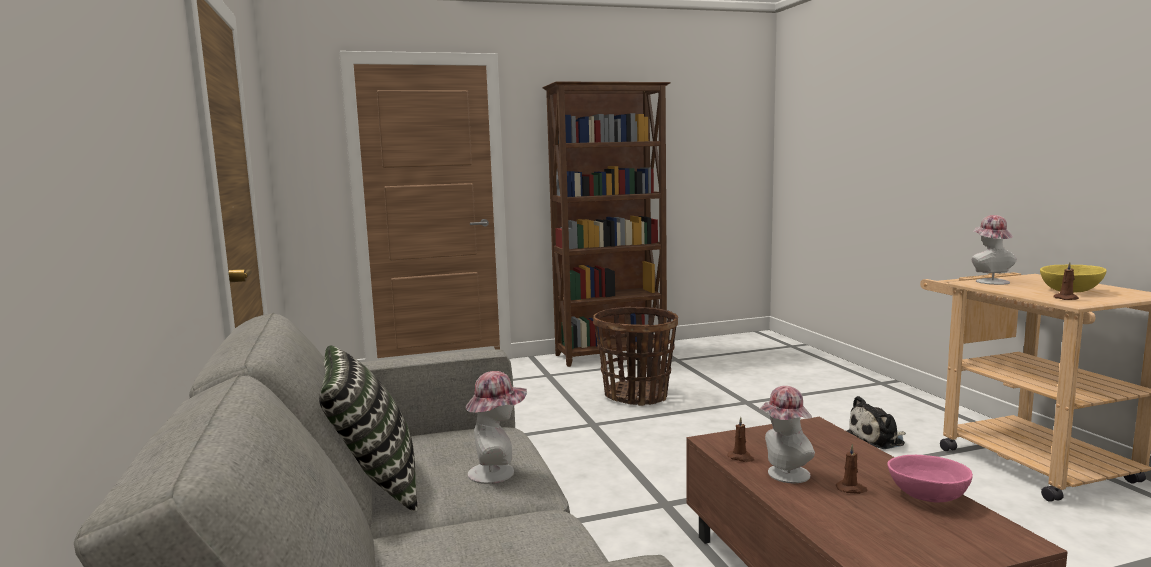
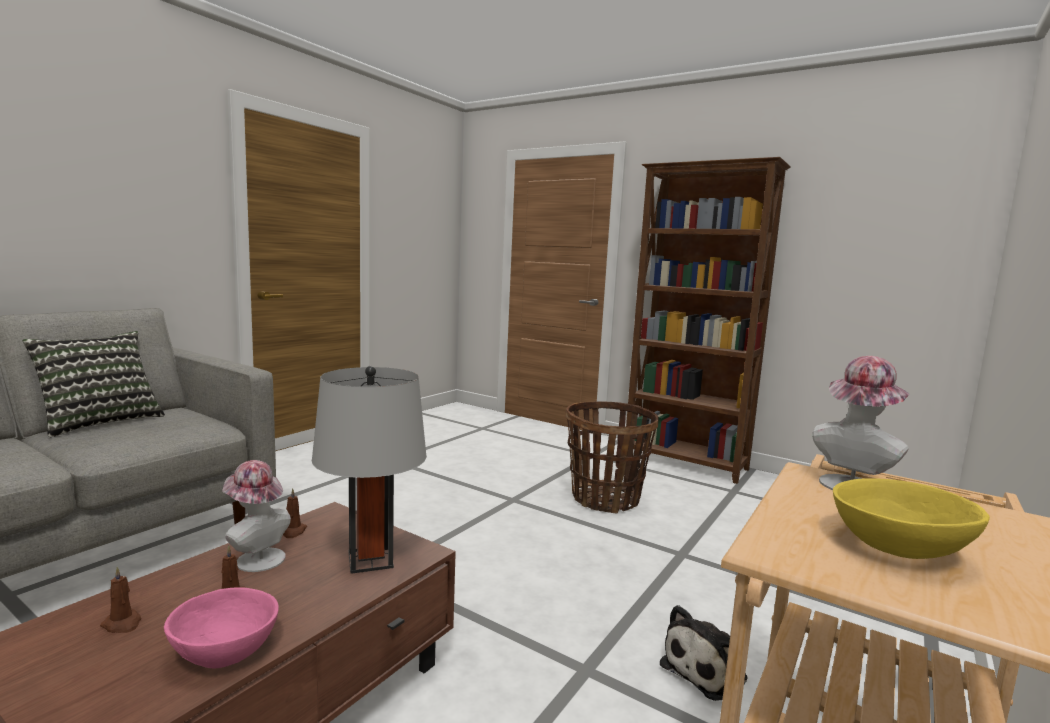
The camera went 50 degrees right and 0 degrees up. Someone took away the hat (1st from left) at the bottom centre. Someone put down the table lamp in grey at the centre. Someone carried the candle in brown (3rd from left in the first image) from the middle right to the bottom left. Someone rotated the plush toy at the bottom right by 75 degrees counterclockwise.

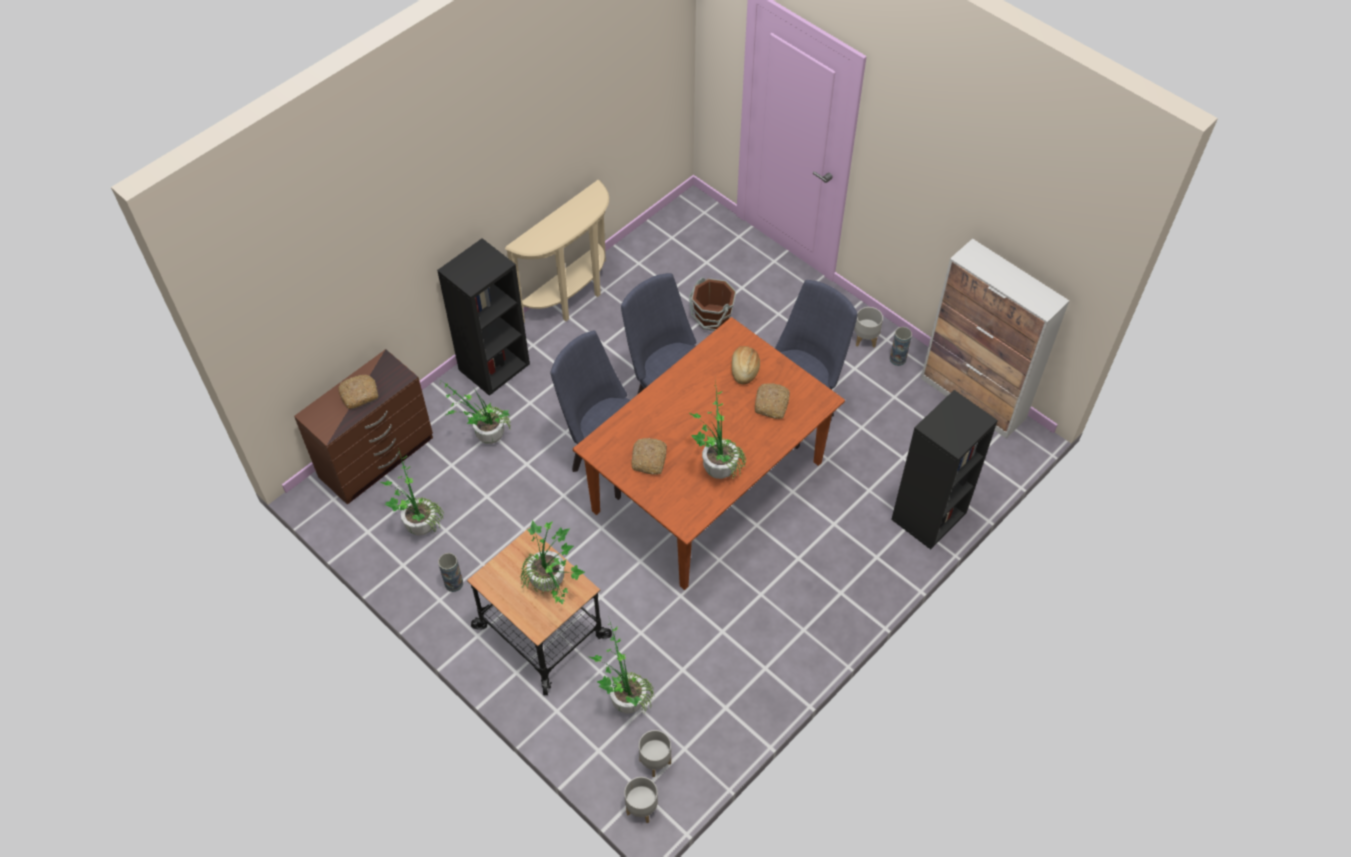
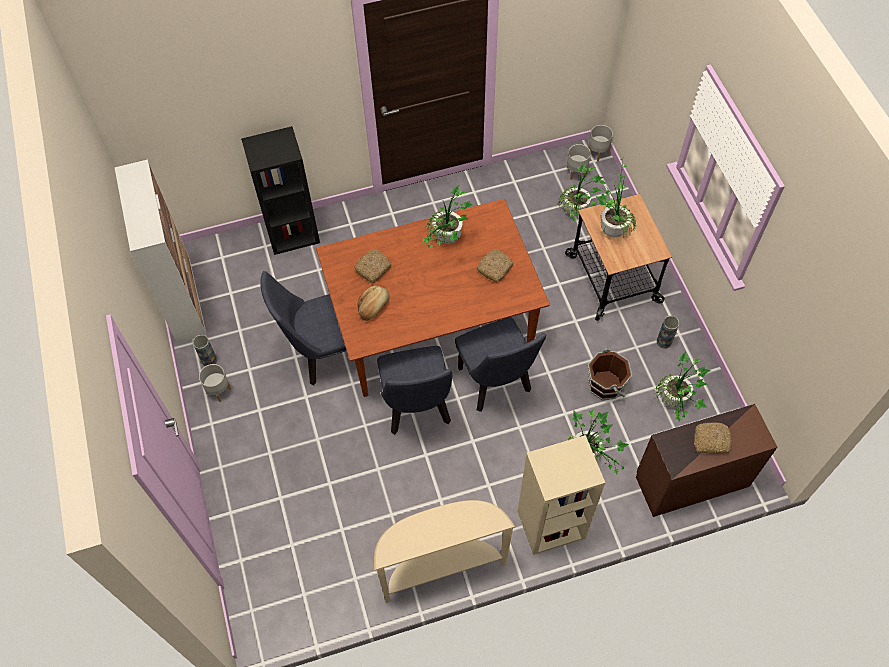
The camera went 150 degrees left and 5 degrees up. Someone carried the bucket in brown from the centre to the middle right. Someone repainted the bookcase in black (1st from left) at the centre, which became the bookcase in beige at the bottom centre.

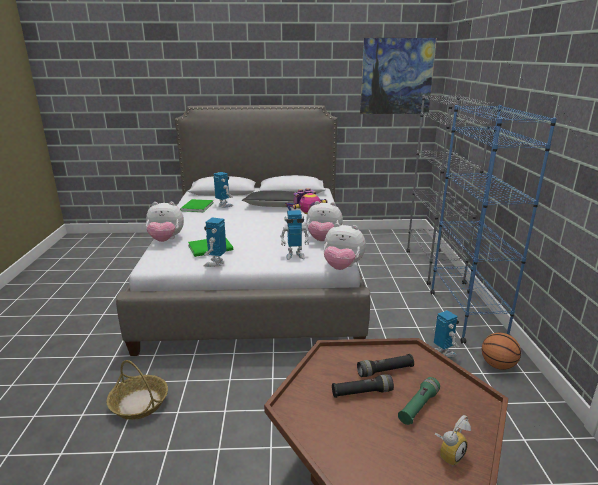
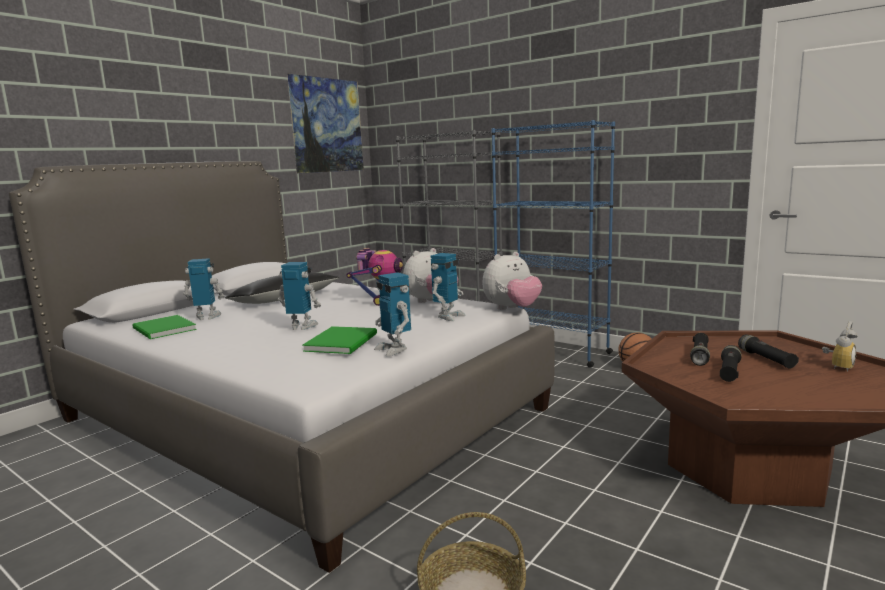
The camera went 50 degrees left and 10 degrees down. Someone took away the plush toy (1st from left) at the middle left. Someone carried the toy robot (5th from left in the first image) from the bottom right to the centre. Someone repainted the flashlight in green at the bottom right, which became the flashlight in black (3rd from left) at the middle right. Someone rotated the alarm clock at the bottom right by 45 degrees clockwise.

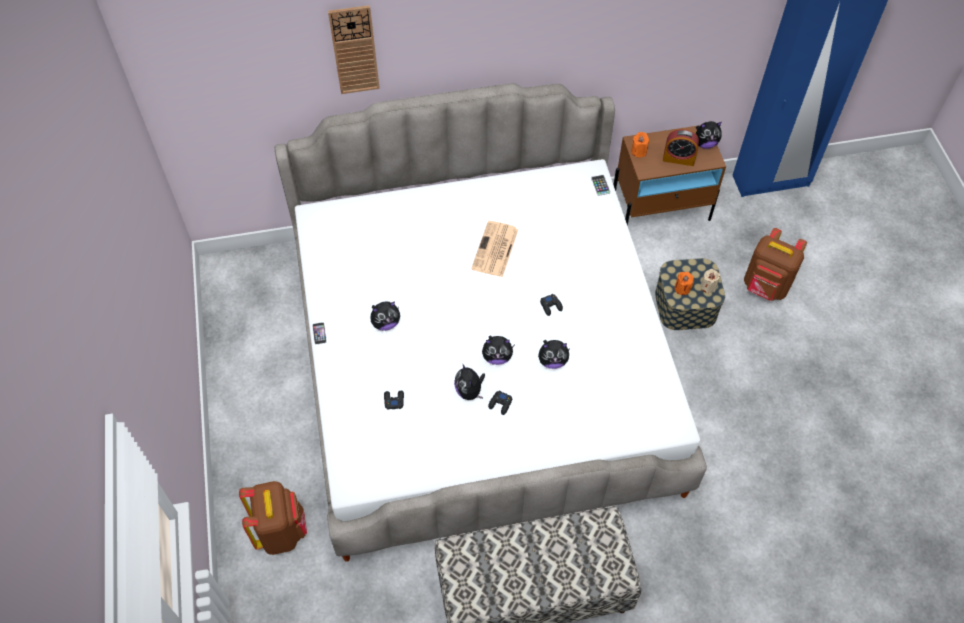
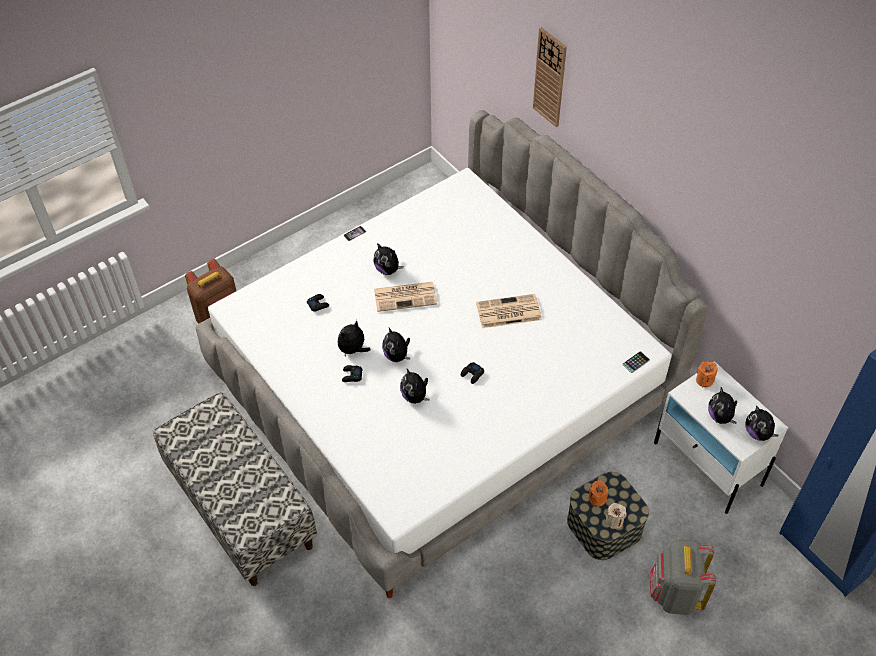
The camera went 65 degrees right and 5 degrees down. Someone put down the newspaper (1st from left) at the centre. Someone swapped the alarm clock at the top right for the plush toy (5th from left) at the middle right. Someone repainted the nightstand in brown at the top right, which became the nightstand in white at the middle right. Someone repainted the backpack in brown (2nd from left) at the middle right, which became the backpack in grey at the bottom right.

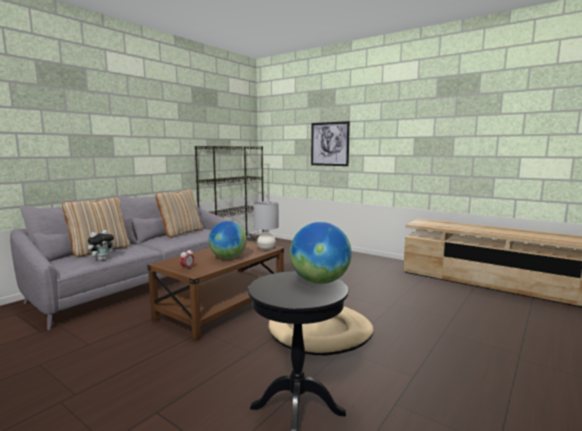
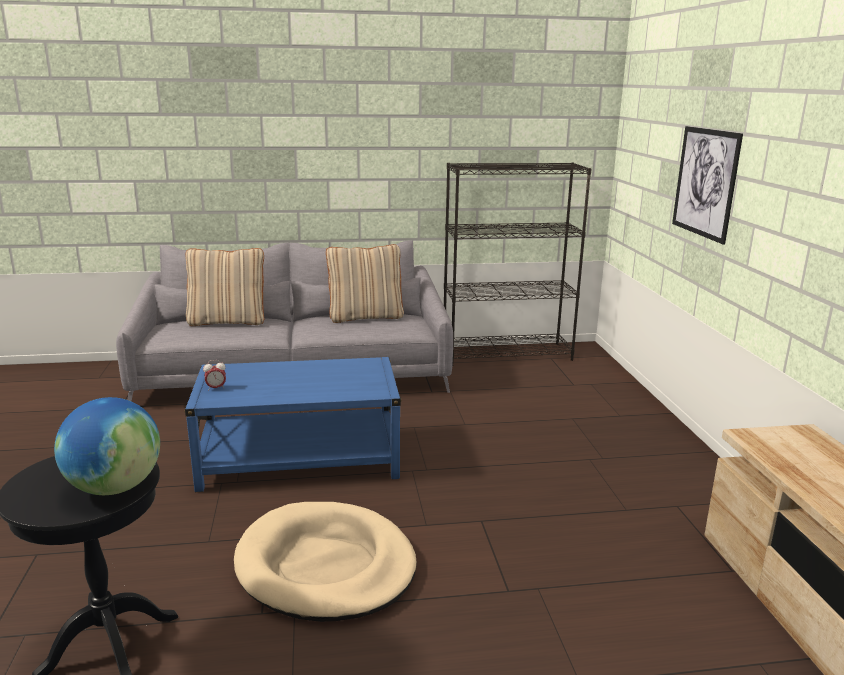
The camera went 45 degrees right and 10 degrees up. Someone took away the plush toy at the middle left. Someone took away the globe (1st from left) at the centre. Someone took away the table lamp in grey at the centre. Someone repainted the coffee table in brown at the bottom centre, which became the coffee table in blue at the centre.

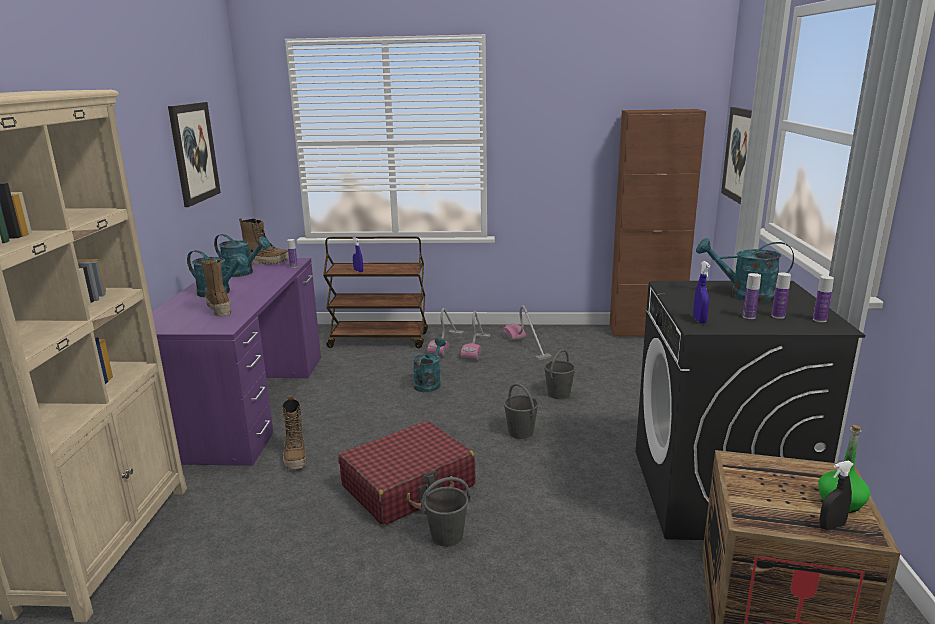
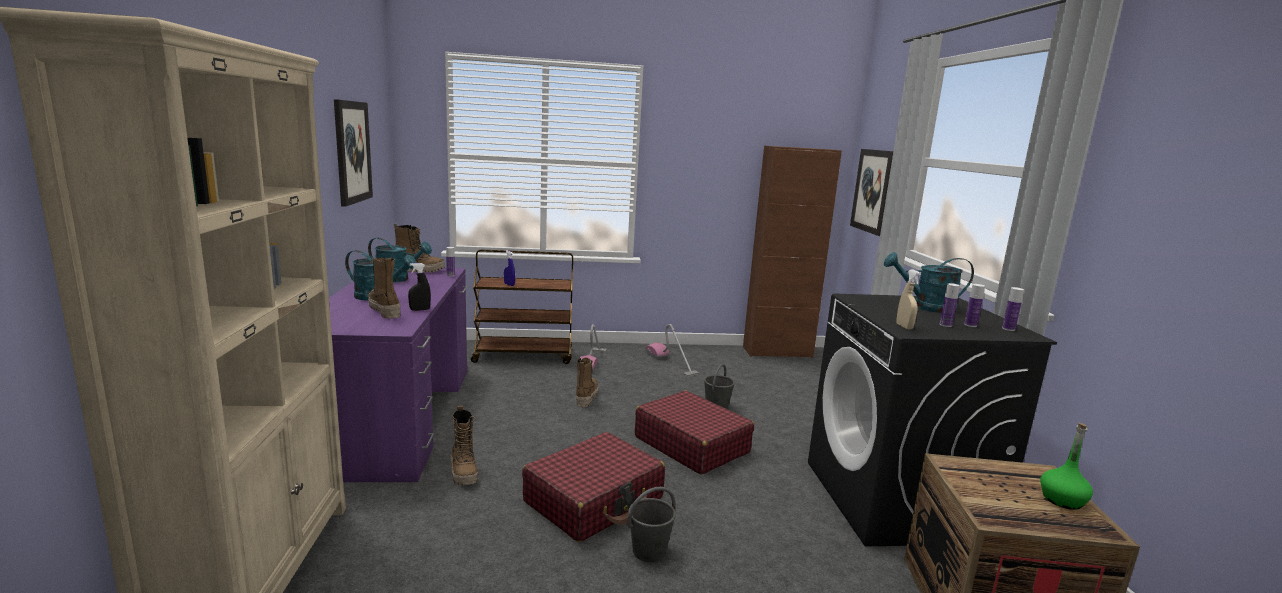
The camera went 10 degrees left and 5 degrees down. Someone took away the vacuum cleaner (2nd from left) at the centre. Someone carried the spray bottle in black from the bottom right to the middle left. Someone swapped the watering can in turquoise (3rd from left) at the centre for the boot (4th from left) at the centre. Someone swapped the bucket in grey (2nd from left) at the centre for the suitcase in red (2nd from left) at the bottom centre. Someone repainted the spray bottle in blue (2nd from left) at the middle right, which became the spray bottle in beige at the middle right.

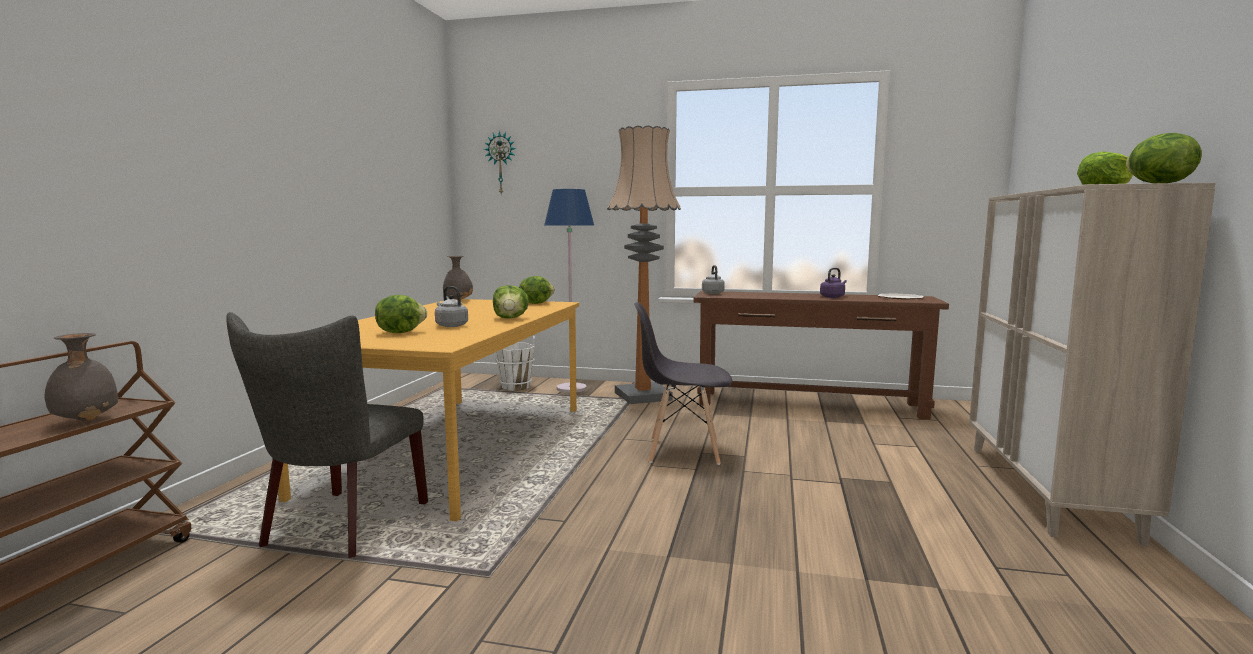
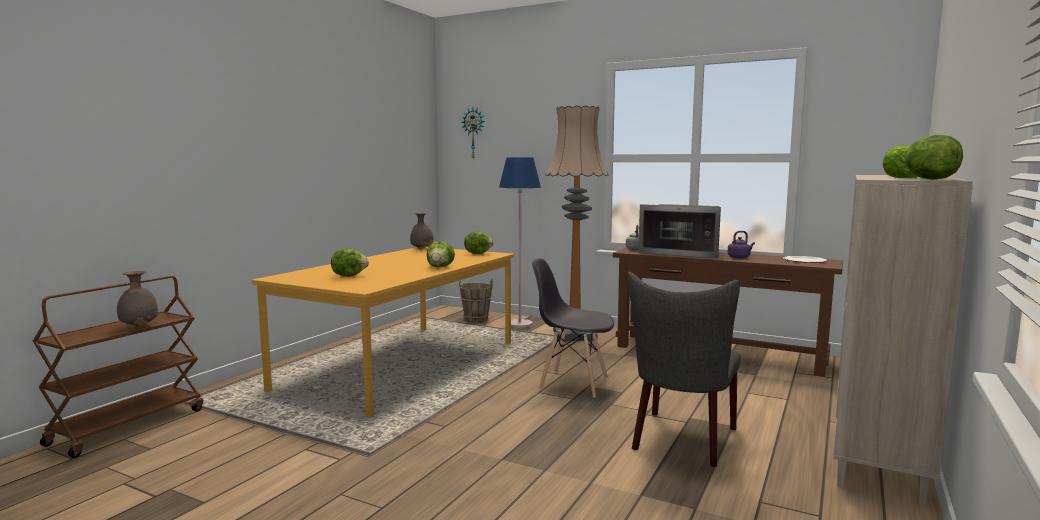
The camera went 15 degrees right and 0 degrees up. Someone took away the kettle in grey (1st from left) at the centre. Someone put down the microwave at the centre. Someone carried the chair in grey (1st from left in the first image) from the middle left to the bottom centre. Someone repainted the bucket in white at the centre, which became the bucket in brown at the centre.

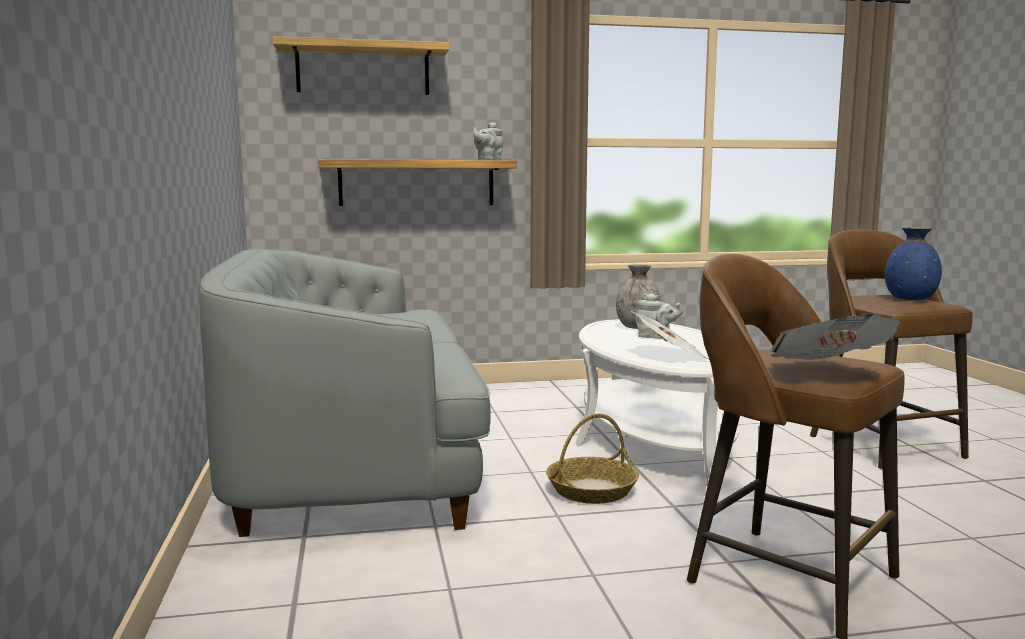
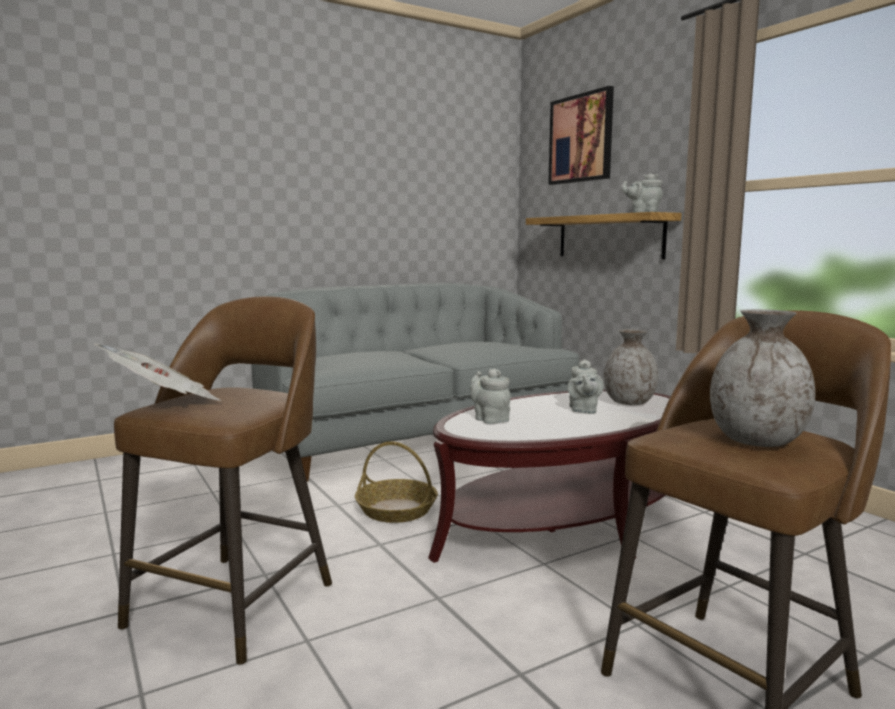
The camera went 70 degrees right and 0 degrees up. Someone swapped the shelf (1st from left) at the top centre for the picture at the top centre. Someone swapped the newspaper (1st from left) at the centre for the teapot in grey (1st from left) at the centre. Someone repainted the coffee table in white at the centre, which became the coffee table in brown at the bottom centre. Someone repainted the vase in blue at the middle right, which became the vase in grey (2nd from left) at the middle right.

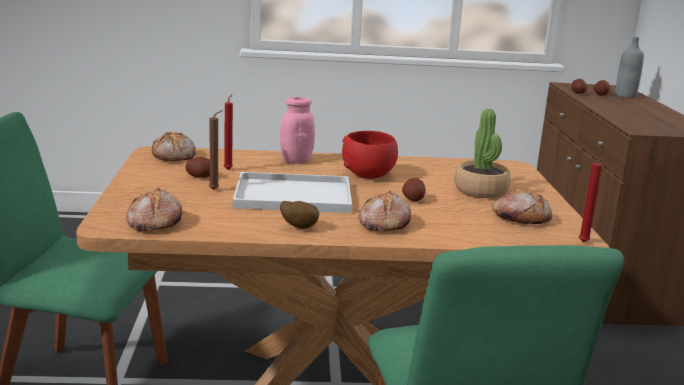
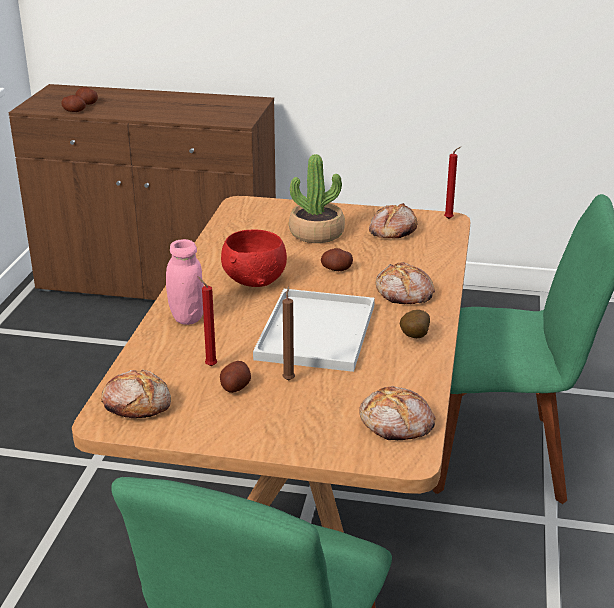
The camera went 75 degrees left and 10 degrees up. Someone took away the bottle in grey at the top right.

